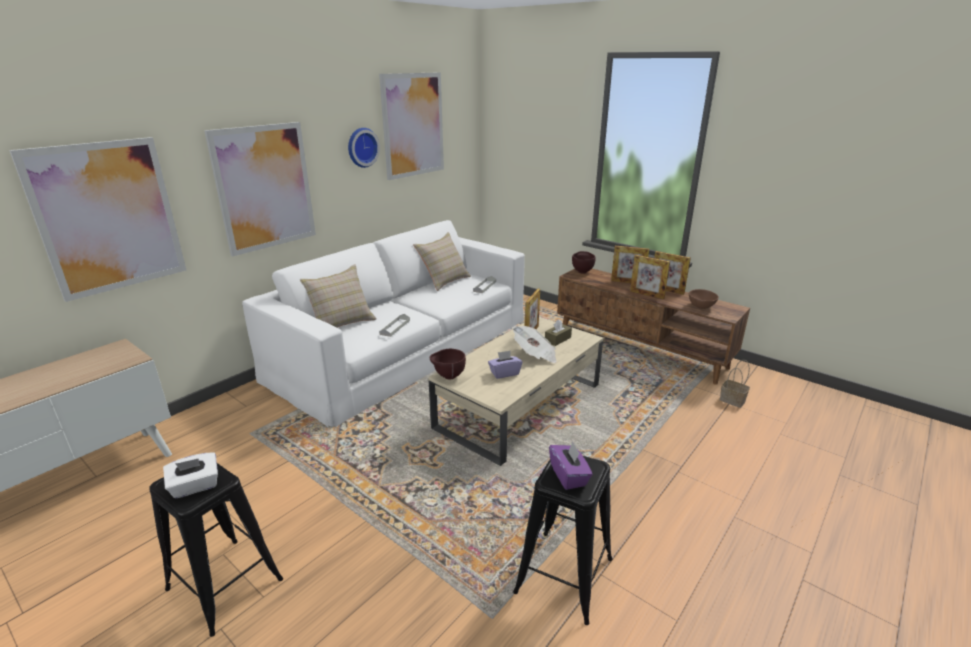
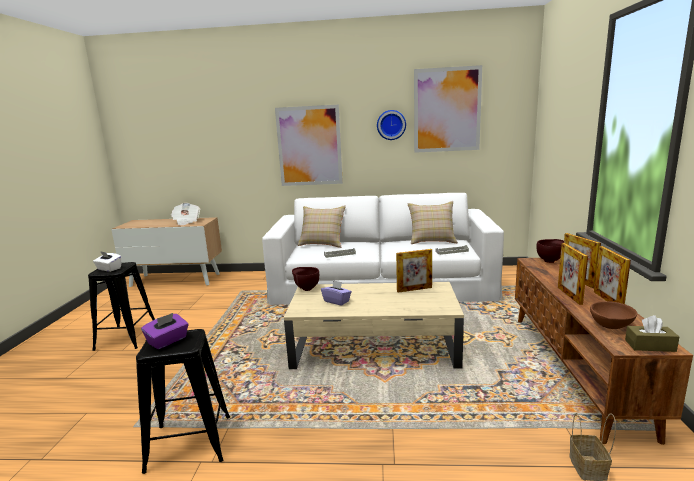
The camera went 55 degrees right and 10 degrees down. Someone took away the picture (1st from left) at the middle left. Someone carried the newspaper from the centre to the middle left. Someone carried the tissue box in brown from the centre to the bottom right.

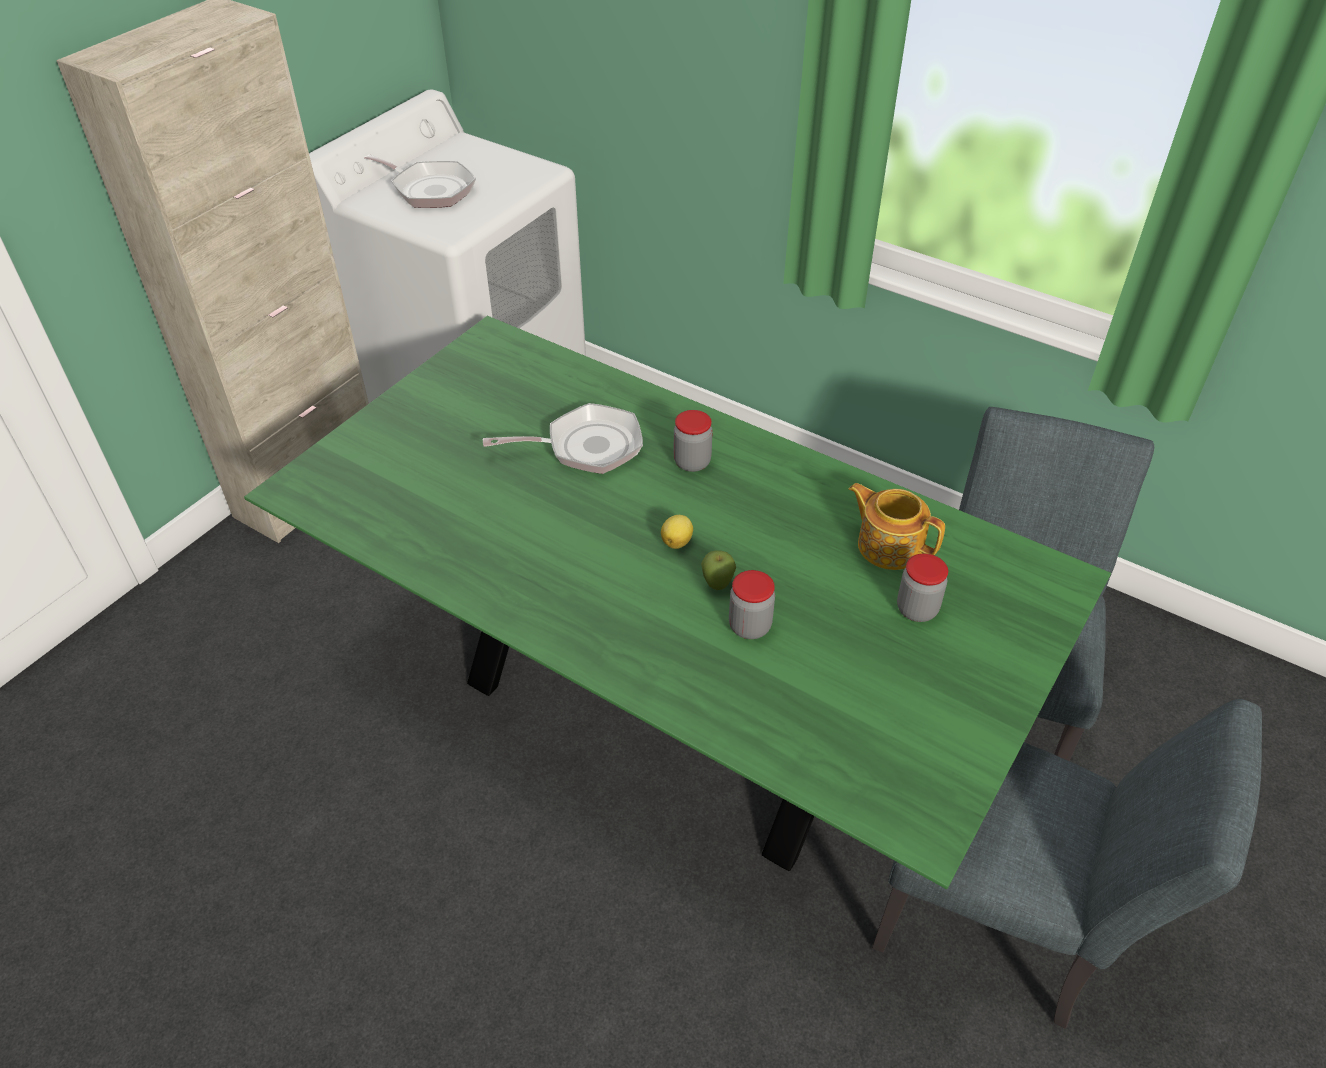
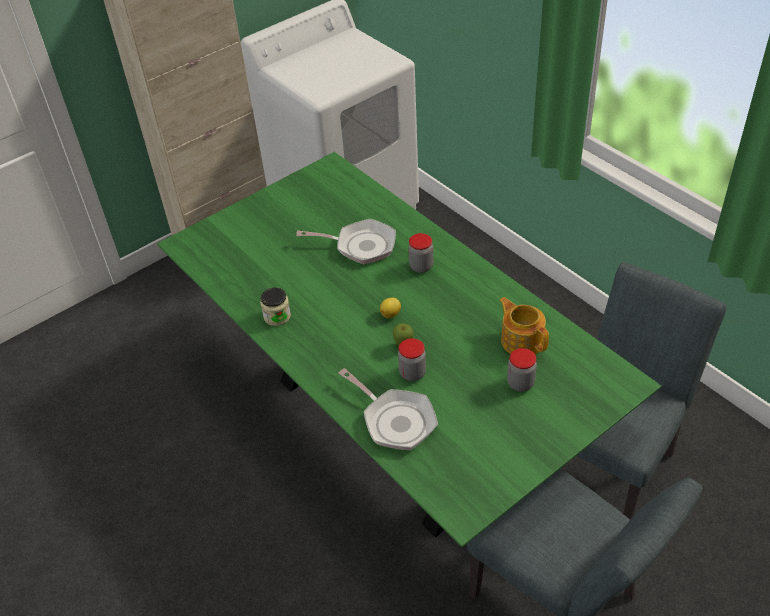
The camera went 20 degrees right and 0 degrees up. Someone put down the jar (1st from left) at the centre. Someone carried the frying pan (1st from left in the first image) from the top left to the centre.

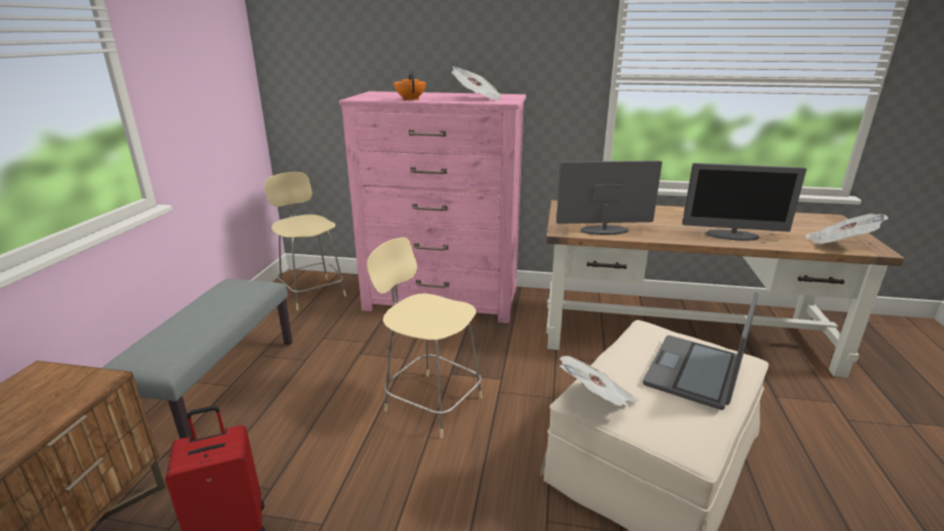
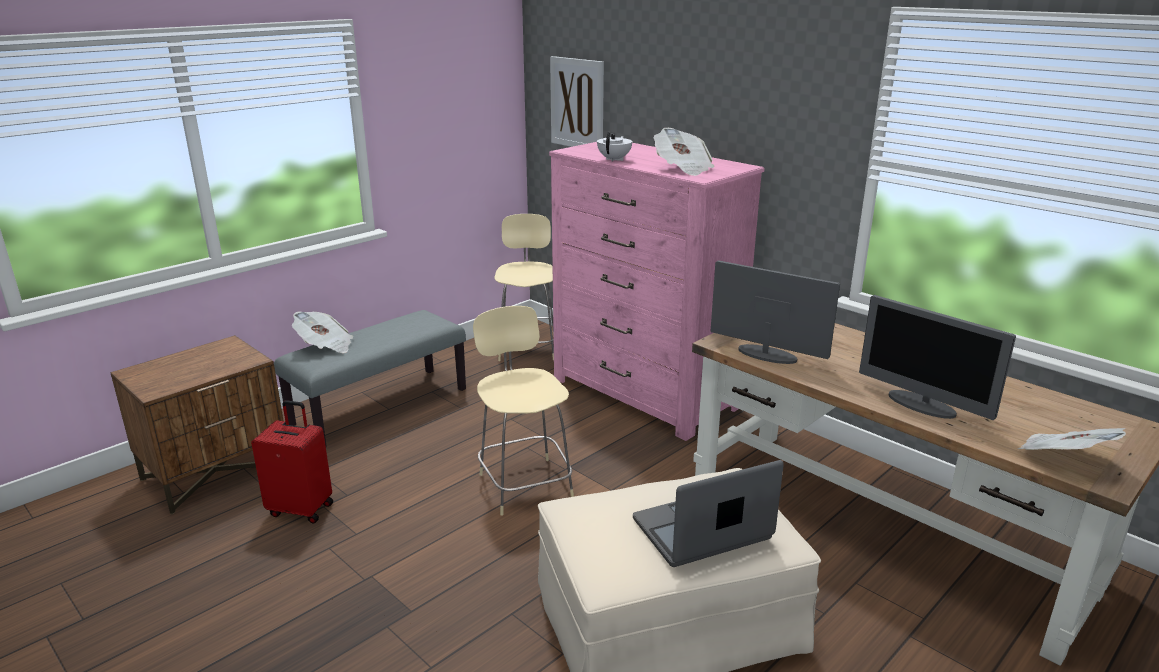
The camera went 35 degrees right and 0 degrees up. Someone put up the picture at the top centre. Someone carried the newspaper (2nd from left in the first image) from the bottom centre to the middle left. Someone repainted the teapot in orange at the top centre, which became the teapot in white at the top centre.

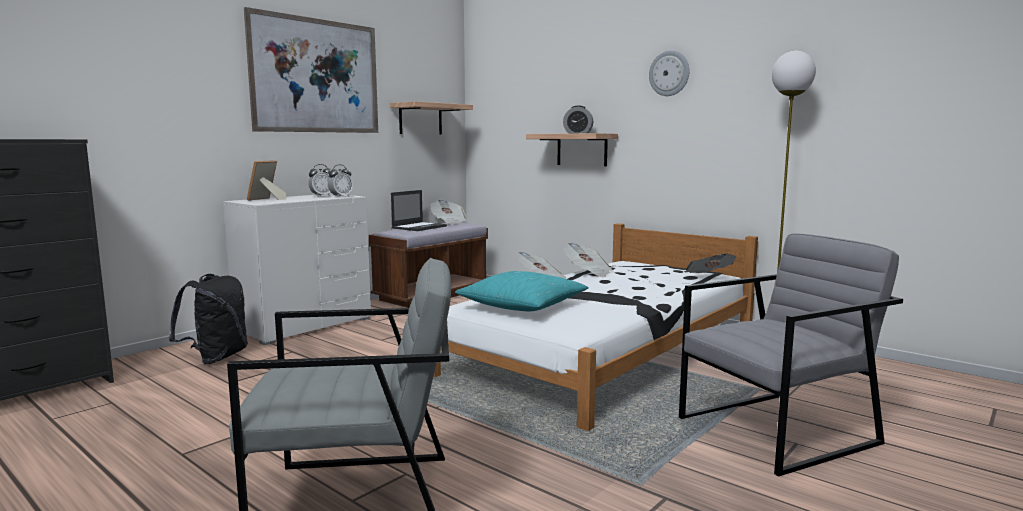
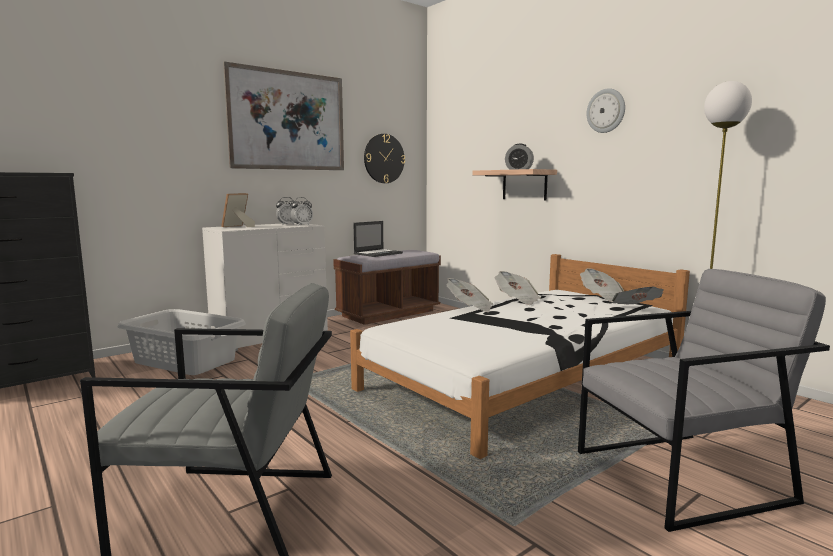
The camera went 10 degrees right and 0 degrees up. Someone took away the pillow in turquoise at the centre. Someone carried the newspaper (1st from left in the first image) from the centre to the middle right. Someone swapped the backpack in black at the middle left for the laundry basket in grey at the middle left. Someone swapped the shelf (1st from left) at the top centre for the wall clock (1st from left) at the top centre.

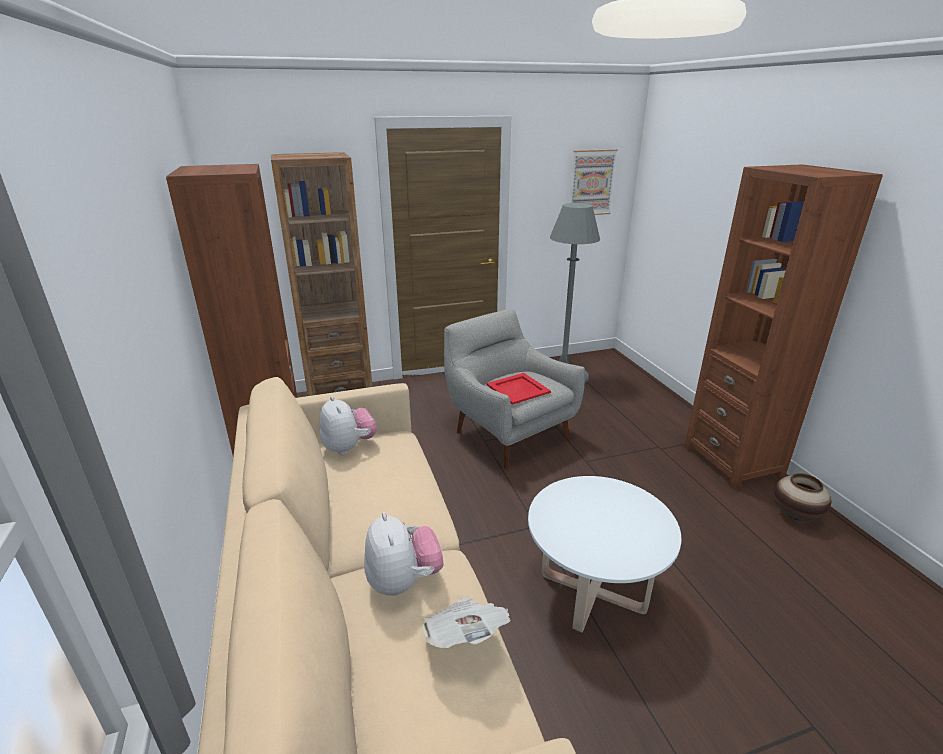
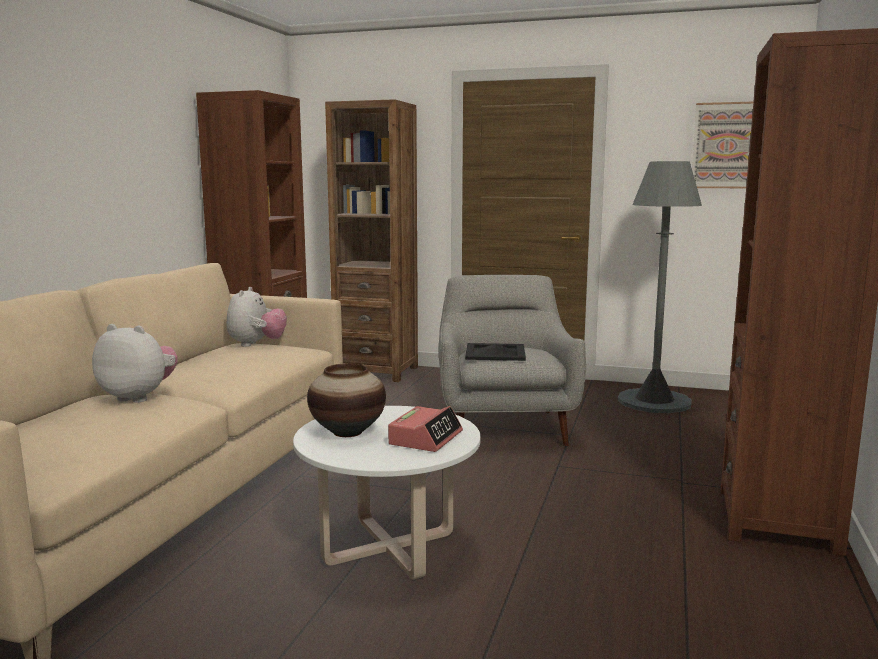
The camera went 35 degrees right and 15 degrees down. Someone took away the newspaper at the bottom centre. Someone put down the alarm clock at the centre. Someone carried the vase from the middle right to the centre. Someone repainted the tray in red at the centre, which became the tray in black at the centre. Someone rotated the plush toy (2nd from left in the first image) at the bottom centre by 90 degrees counterclockwise.

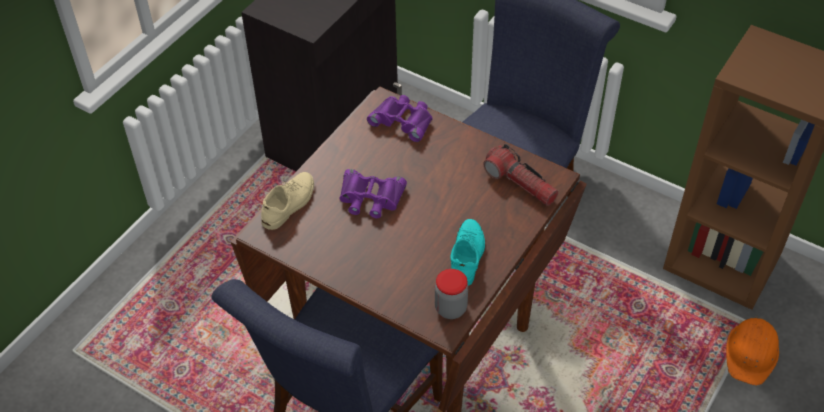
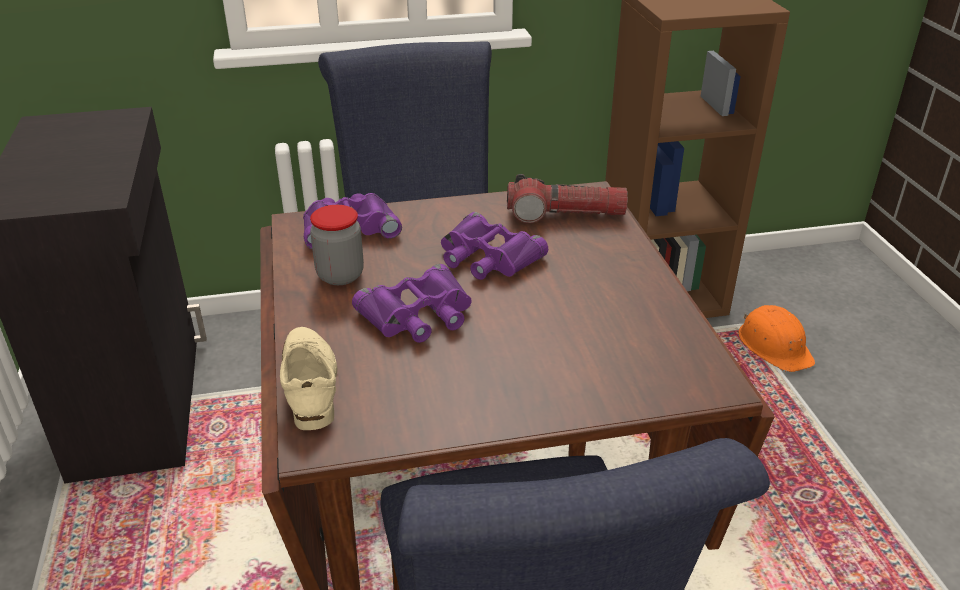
The camera went 45 degrees left and 15 degrees down. Someone took away the shoe in turquoise at the centre. Someone put down the binoculars in purple (3rd from left) at the centre. Someone carried the jar from the bottom centre to the centre.

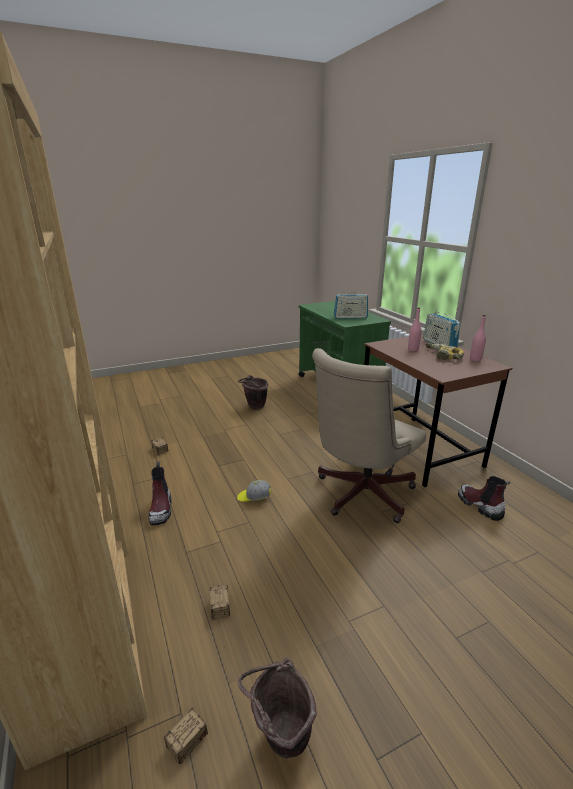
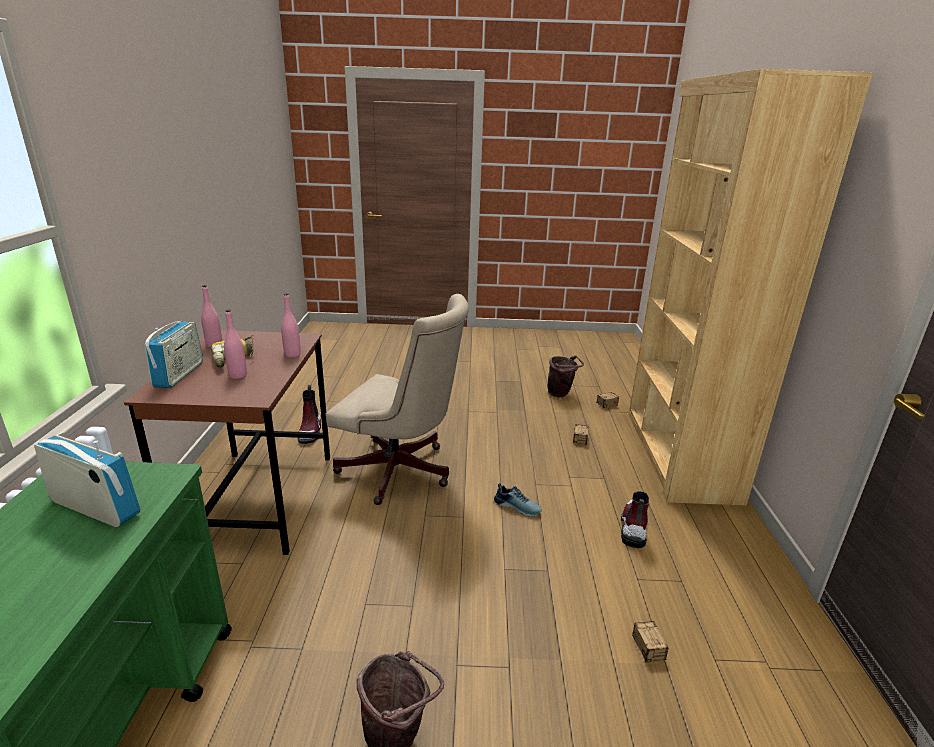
The camera went 155 degrees left and 0 degrees up. Someone put down the bottle in pink (3rd from left) at the middle left. Someone swapped the cap at the centre for the shoe at the bottom centre. Someone rotated the office chair in beige at the centre by 45 degrees clockwise.

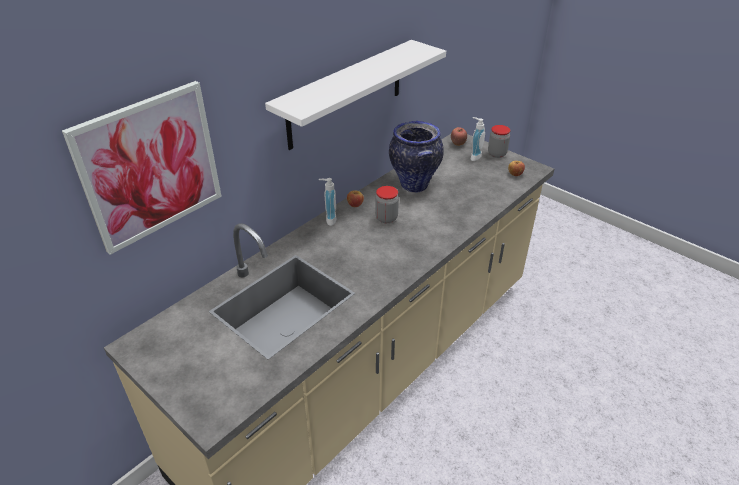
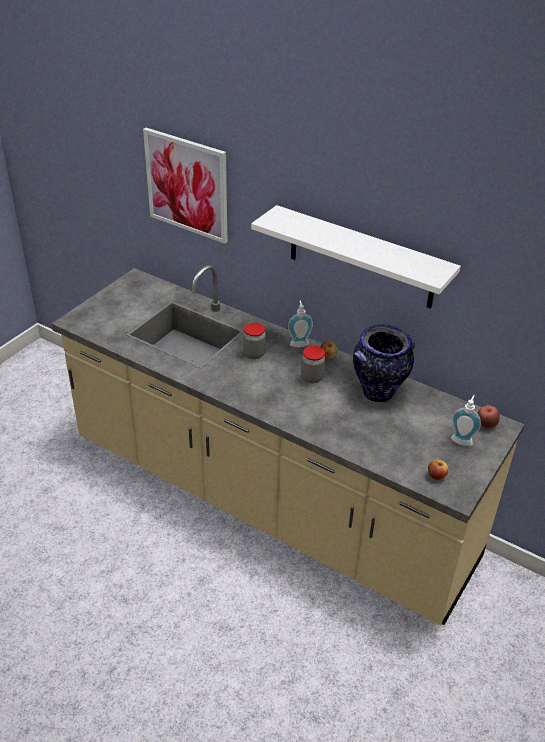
The camera went 80 degrees right and 0 degrees up. Someone carried the jar (2nd from left in the first image) from the top right to the centre.

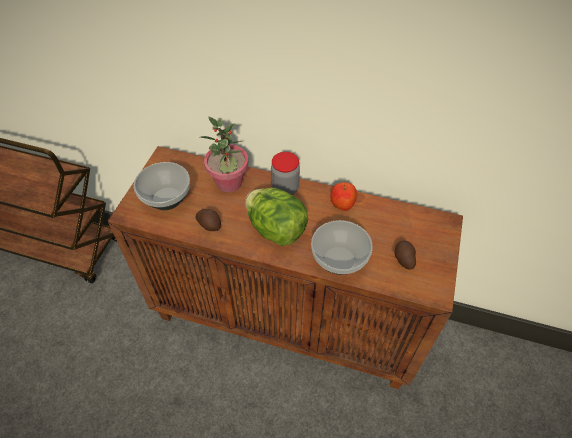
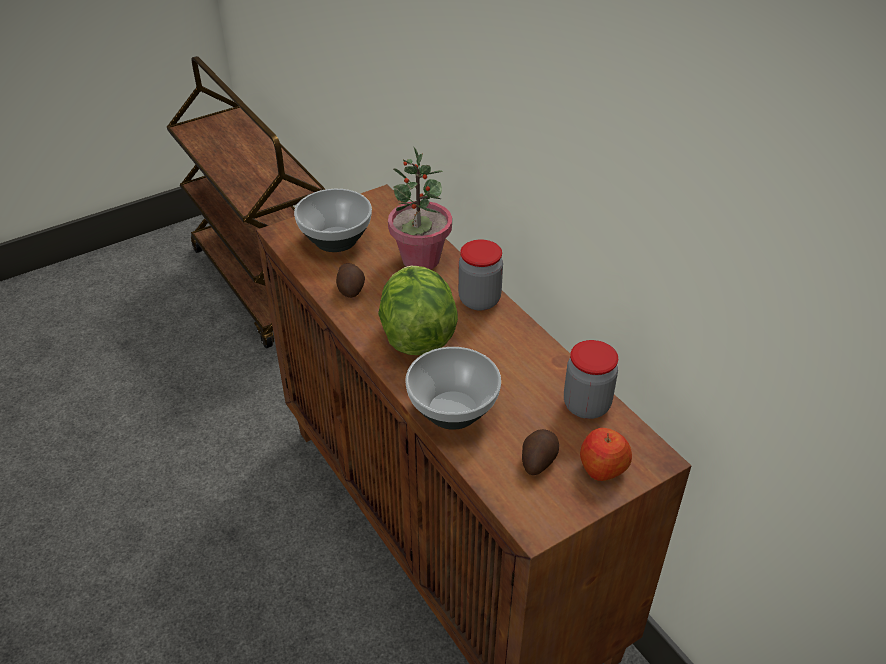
The camera went 40 degrees right and 10 degrees down. Someone put down the jar (2nd from left) at the middle right. Someone carried the apple from the centre to the bottom right.

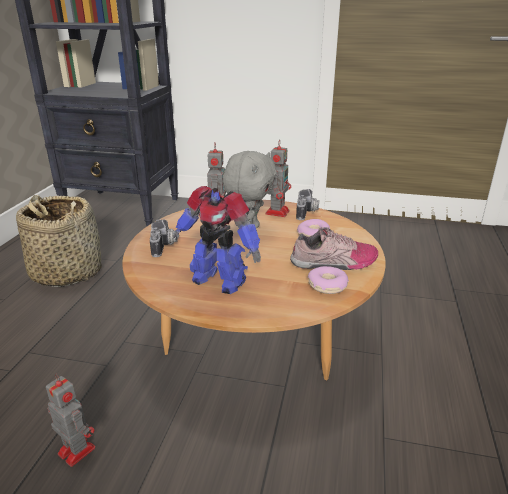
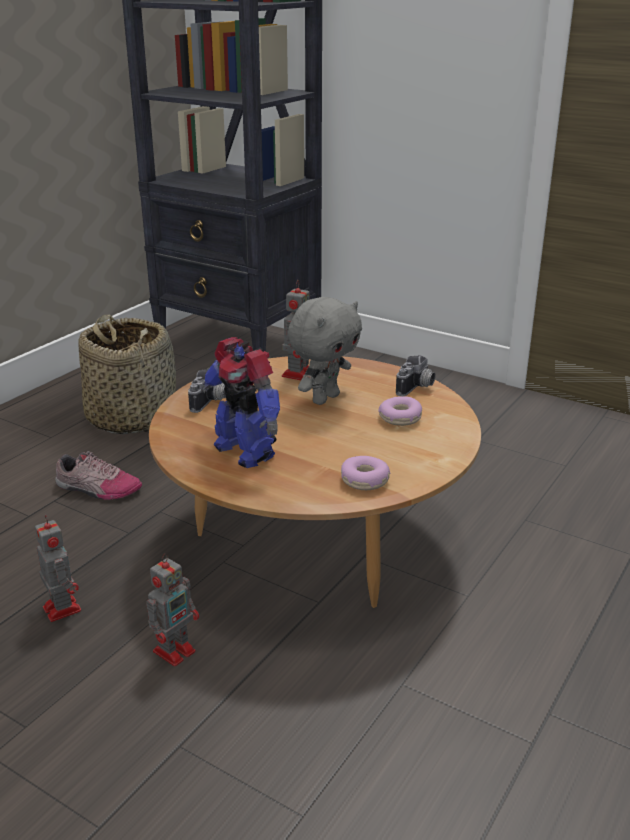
The camera went 20 degrees right and 0 degrees up. Someone carried the toy robot (4th from left in the first image) from the centre to the bottom left. Someone carried the shoe from the centre to the middle left.

